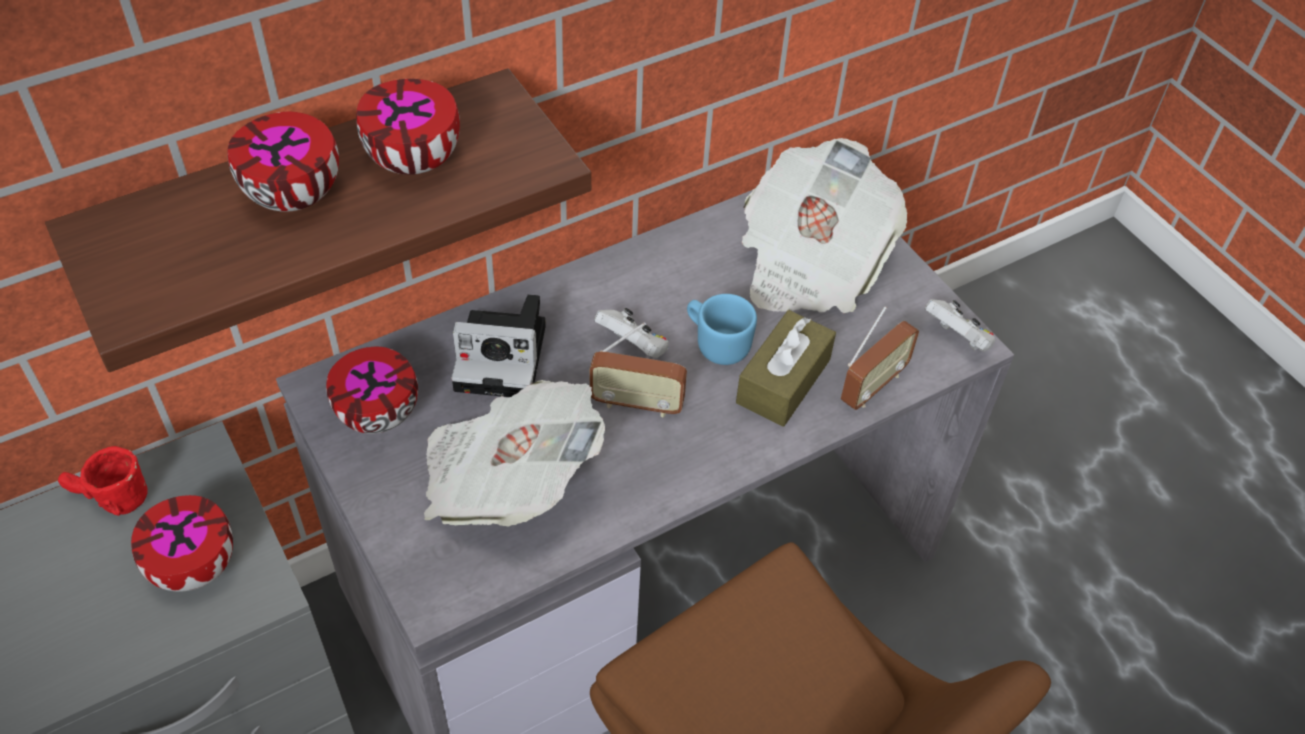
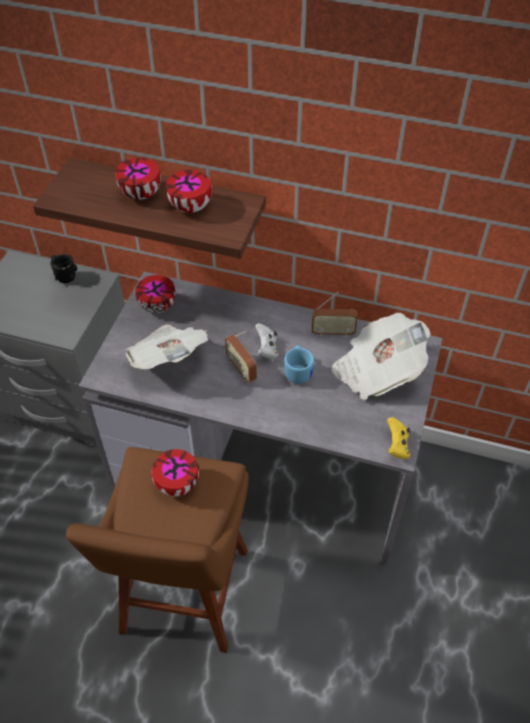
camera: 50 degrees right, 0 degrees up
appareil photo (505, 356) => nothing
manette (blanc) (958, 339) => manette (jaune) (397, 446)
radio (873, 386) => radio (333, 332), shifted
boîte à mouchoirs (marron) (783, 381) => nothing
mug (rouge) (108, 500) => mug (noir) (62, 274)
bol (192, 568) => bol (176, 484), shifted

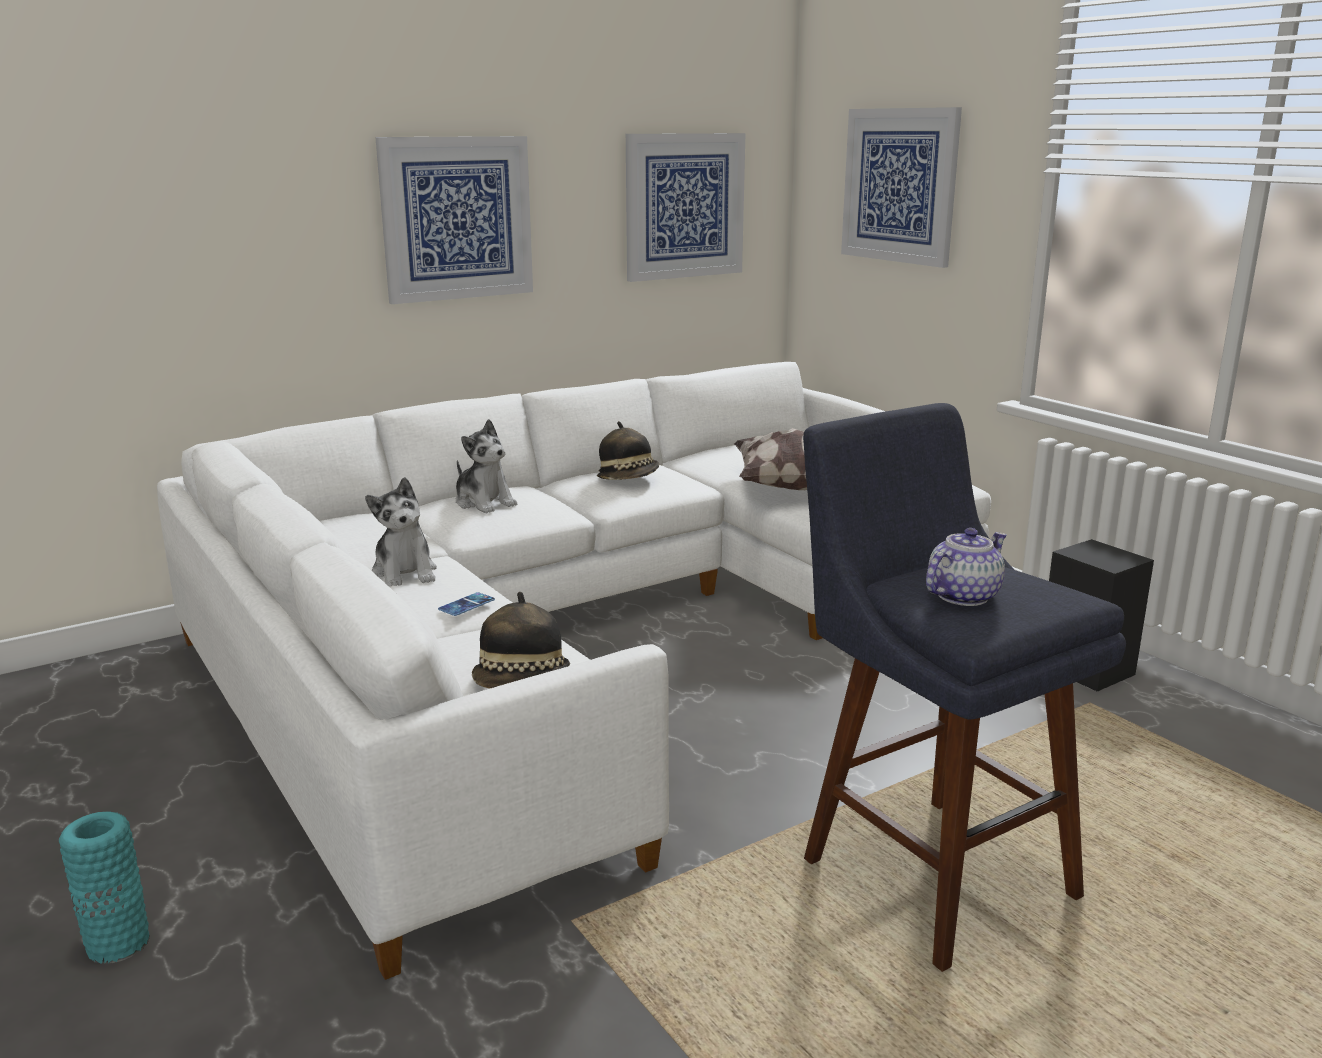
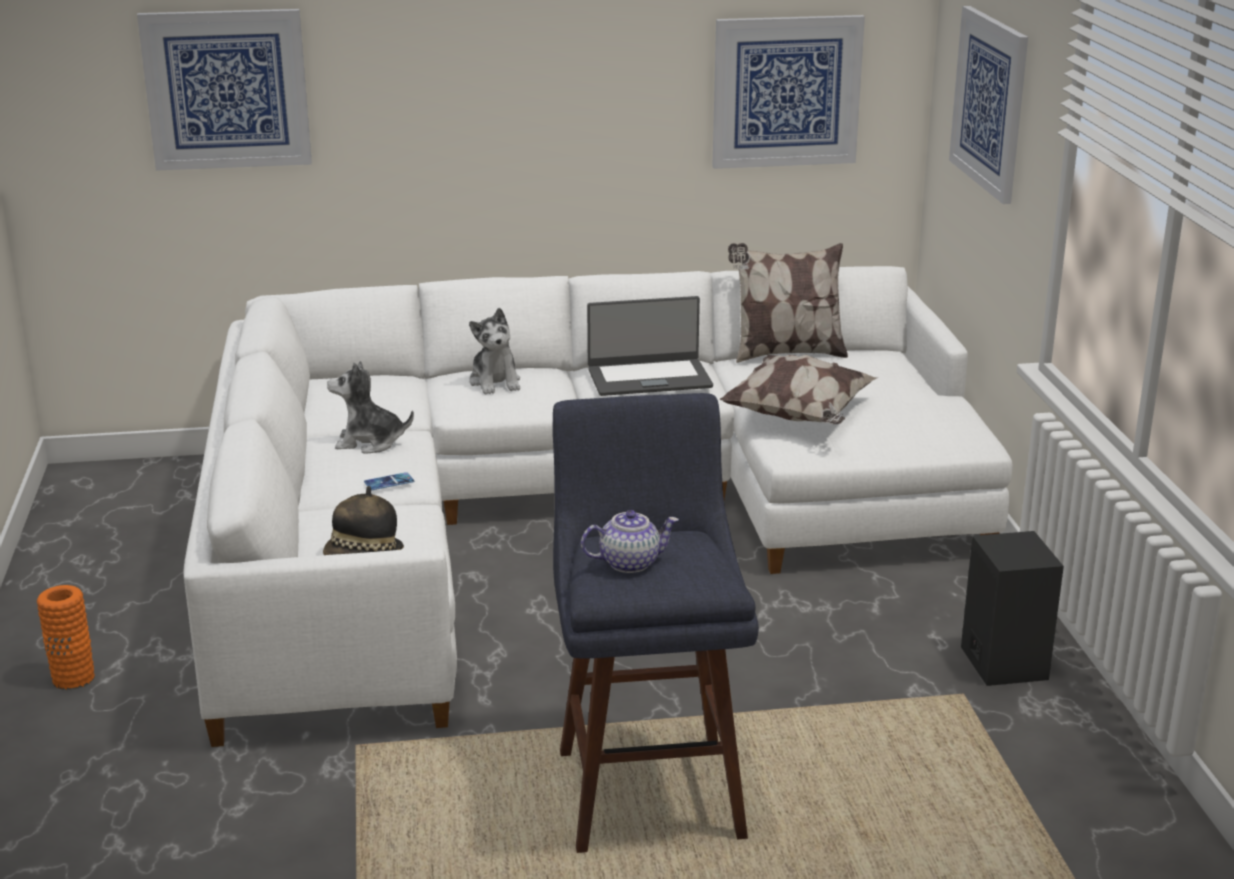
camera: 25 degrees right, 5 degrees up
tableau (457, 218) => tableau (227, 89), shifted
chapeau (629, 479) => ordinateur portable (649, 378)
peluche (405, 573) => peluche (369, 442), 90 degrees clockwise
vase (turquoise) (117, 943) => vase (orange) (73, 678)
nothing => coussin (786, 353)

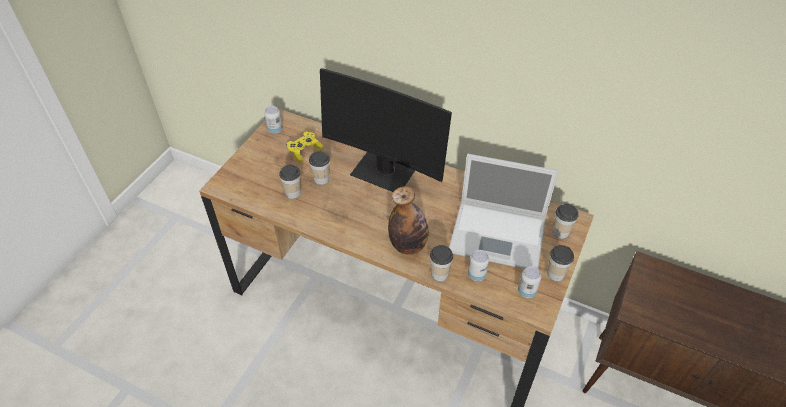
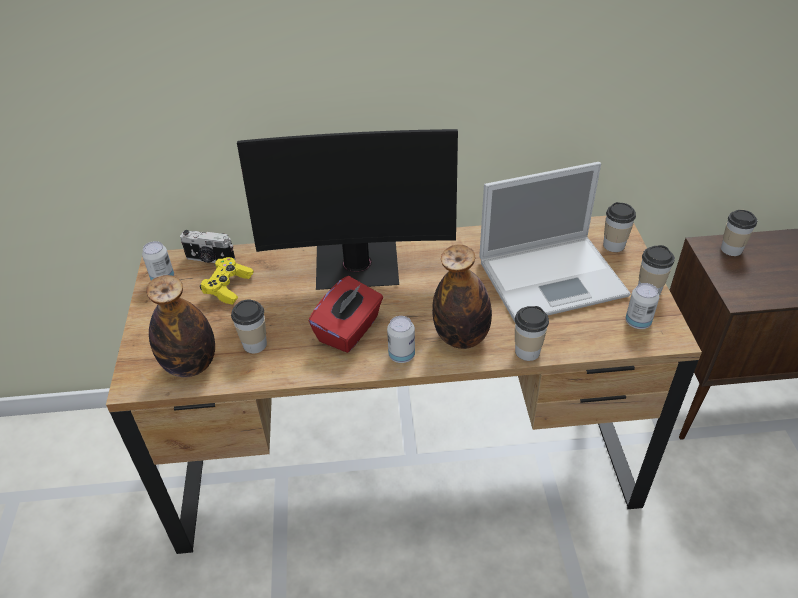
camera: 30 degrees left, 5 degrees down
tasse (321, 179) => tasse (731, 249), shifted
boîte métallique (476, 275) => boîte métallique (401, 355), shifted
nothing => appareil photo (210, 259)
nothing => bouteille (191, 365)
nothing => boîte à mouchoirs (rouge) (349, 330)

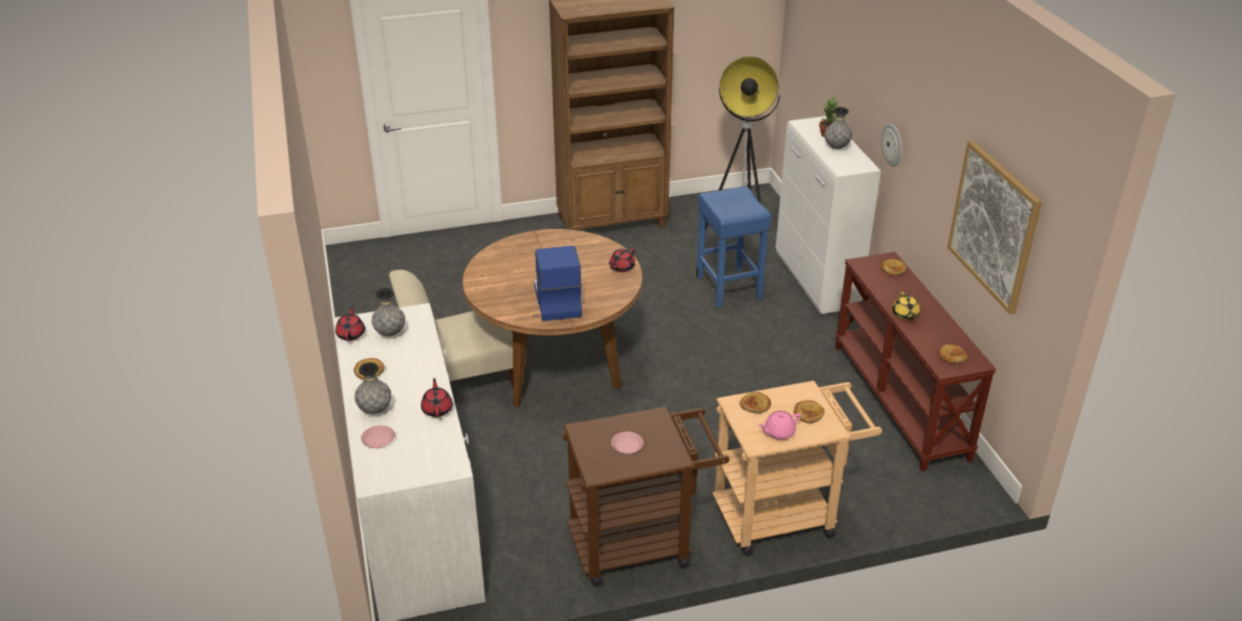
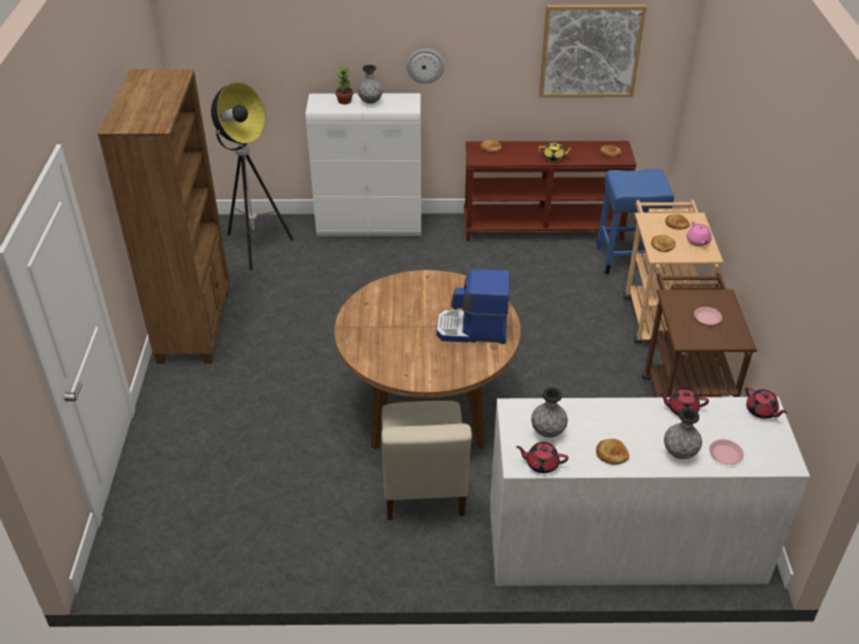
camera: 75 degrees left, 5 degrees up
tabouret (bleu) (729, 288) => tabouret (bleu) (627, 259), shifted
théière (rouge) (621, 267) => théière (rouge) (761, 411), shifted

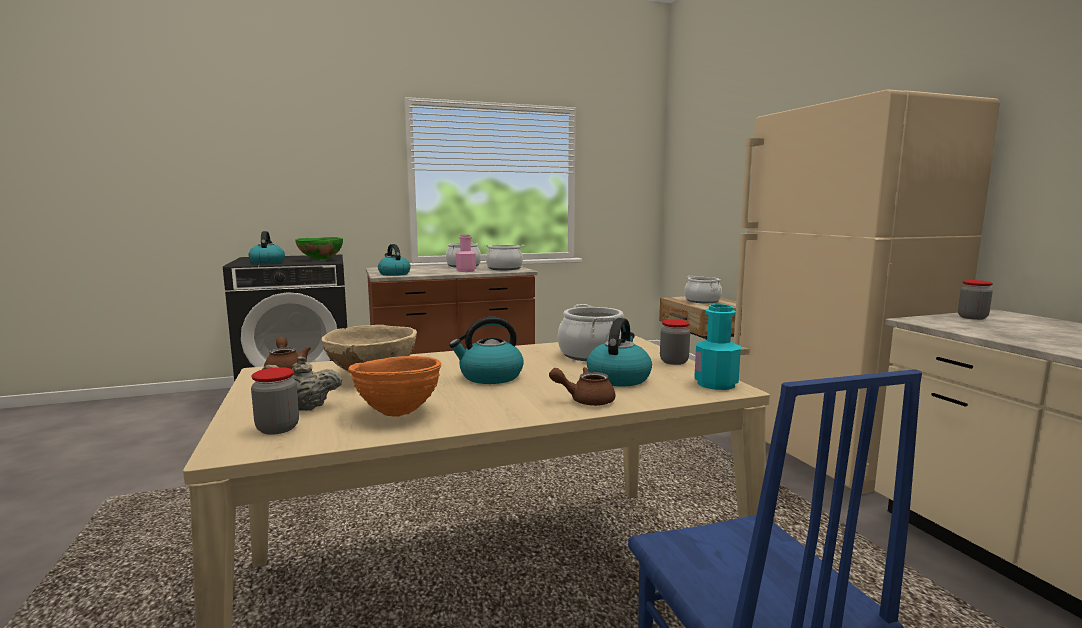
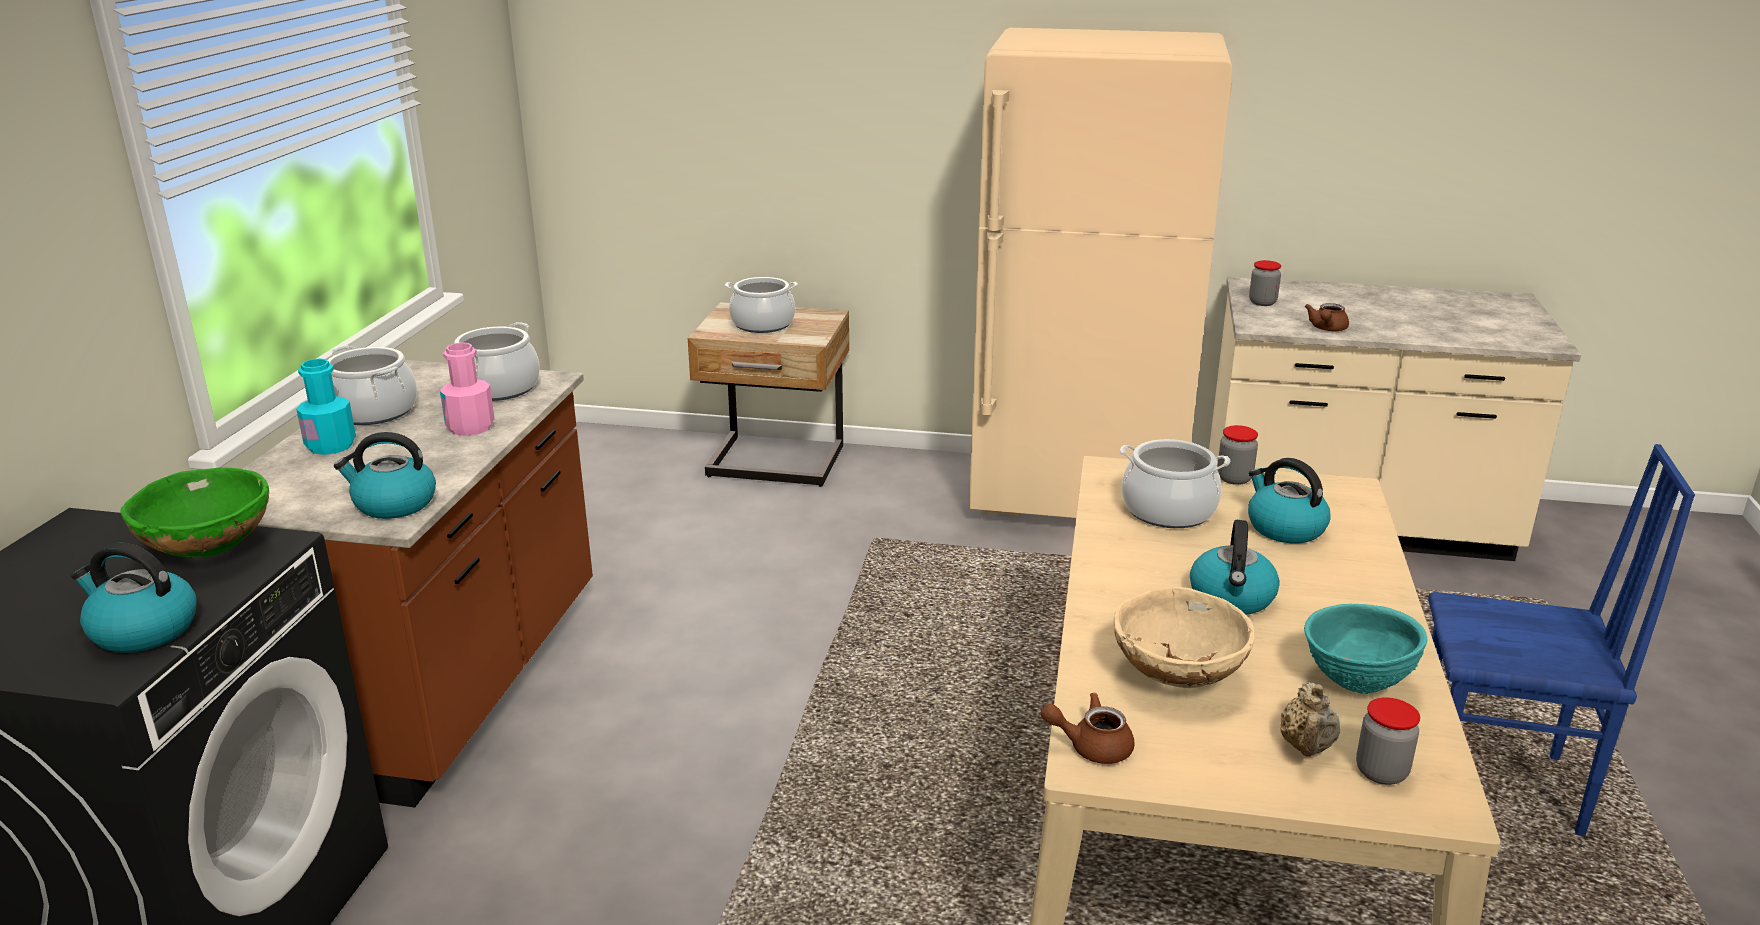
camera: 60 degrees left, 15 degrees up
bouteille (turquoise) (716, 384) => bouteille (turquoise) (331, 445), shifted
bol (orange) (398, 413) => bol (turquoise) (1355, 685)
théière (marron) (585, 400) => théière (marron) (1326, 329), shifted

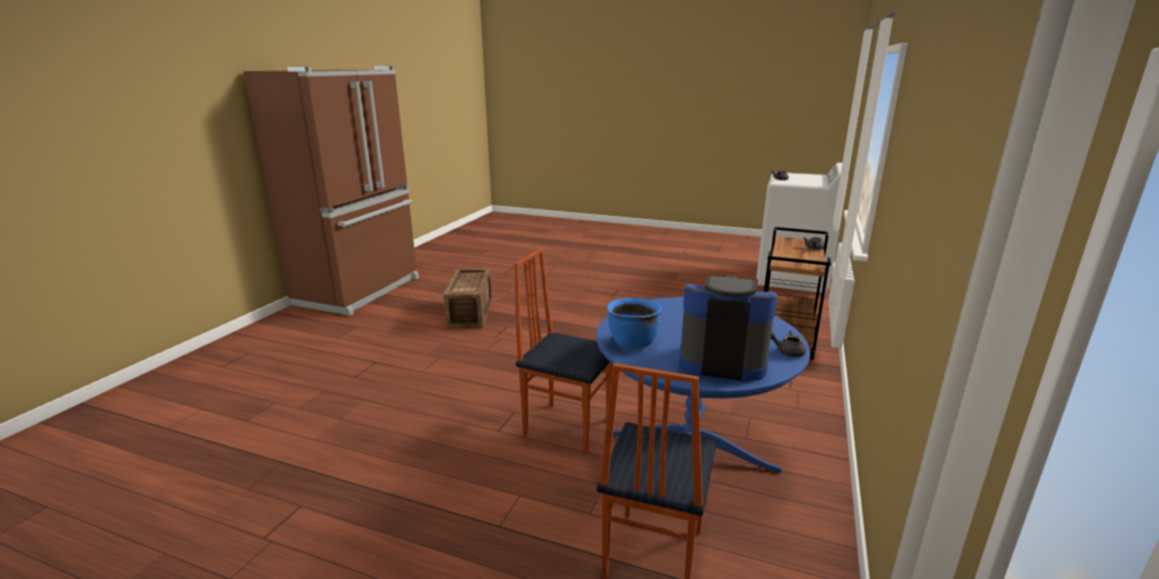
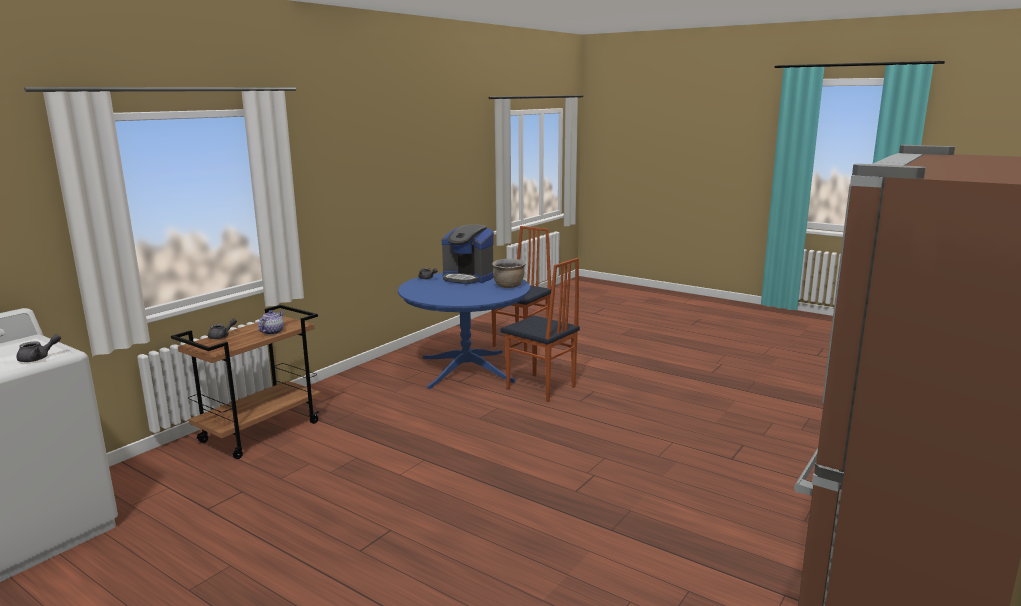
camera: 165 degrees left, 5 degrees down
caisse (471, 313) => nothing
marmite (bleu) (632, 343) => marmite (marron) (509, 286)
nothing => théière (272, 332)

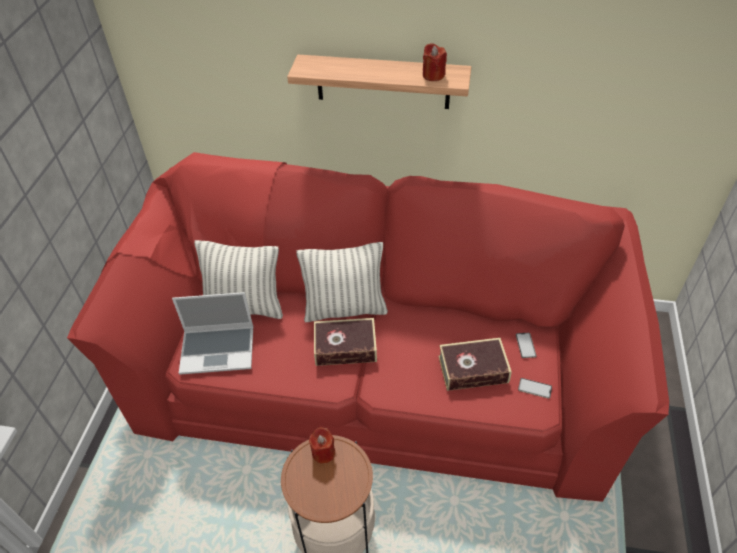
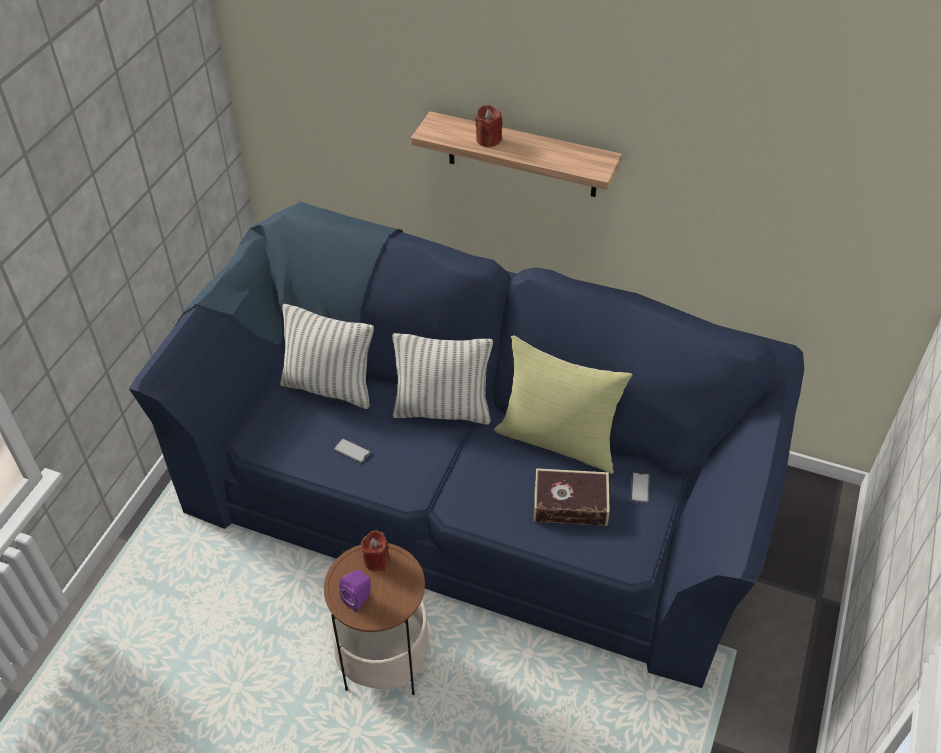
camera: 10 degrees right, 0 degrees up
bougie (rouge) (433, 75) => bougie (rouge) (488, 140), shifted
canapé (rouge) (373, 370) => canapé (bleu) (471, 490)
ordinateur portable (219, 349) => nothing
livre (345, 347) => nothing
téléphone (535, 388) => téléphone (352, 450), shifted
nothing => coussin (jaune) (558, 439)
nothing => enceinte (violet) (359, 598)

